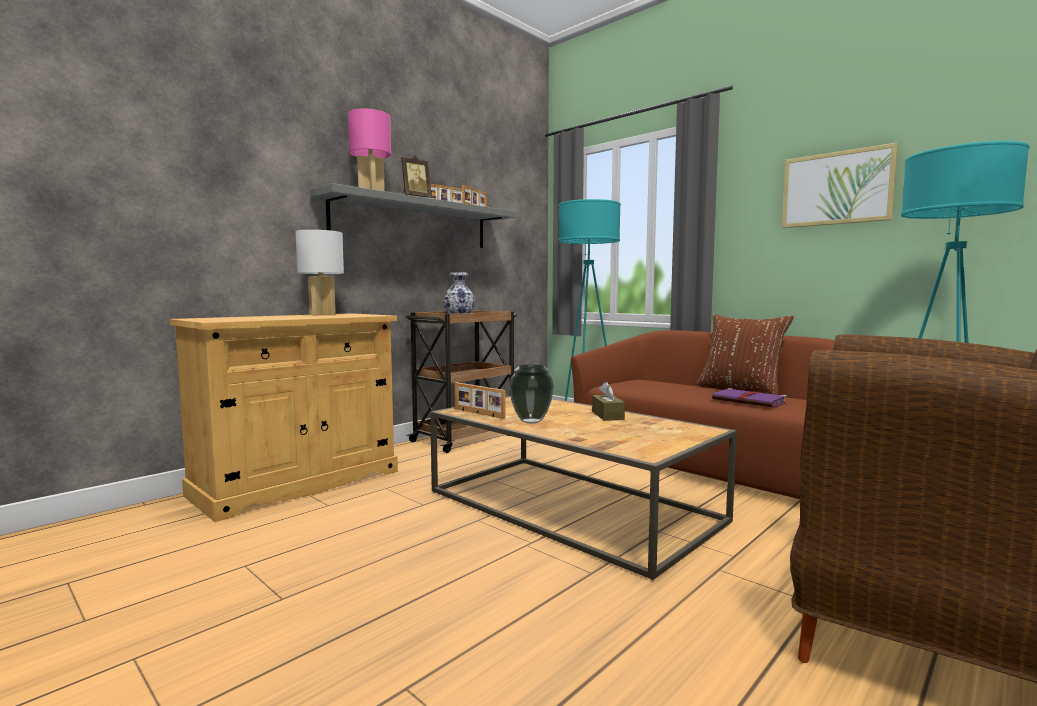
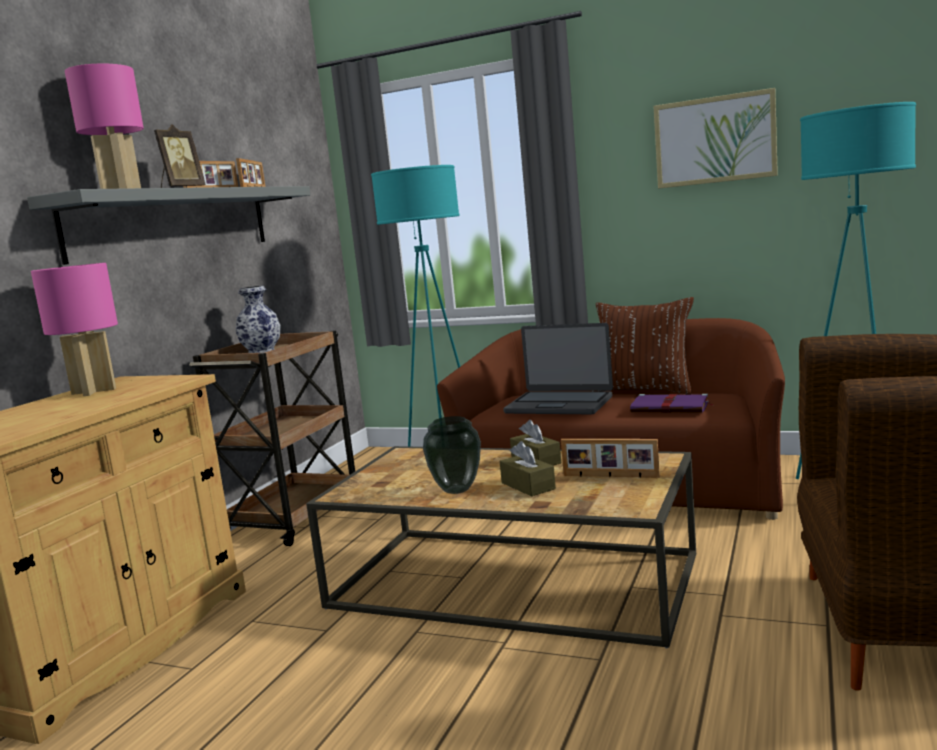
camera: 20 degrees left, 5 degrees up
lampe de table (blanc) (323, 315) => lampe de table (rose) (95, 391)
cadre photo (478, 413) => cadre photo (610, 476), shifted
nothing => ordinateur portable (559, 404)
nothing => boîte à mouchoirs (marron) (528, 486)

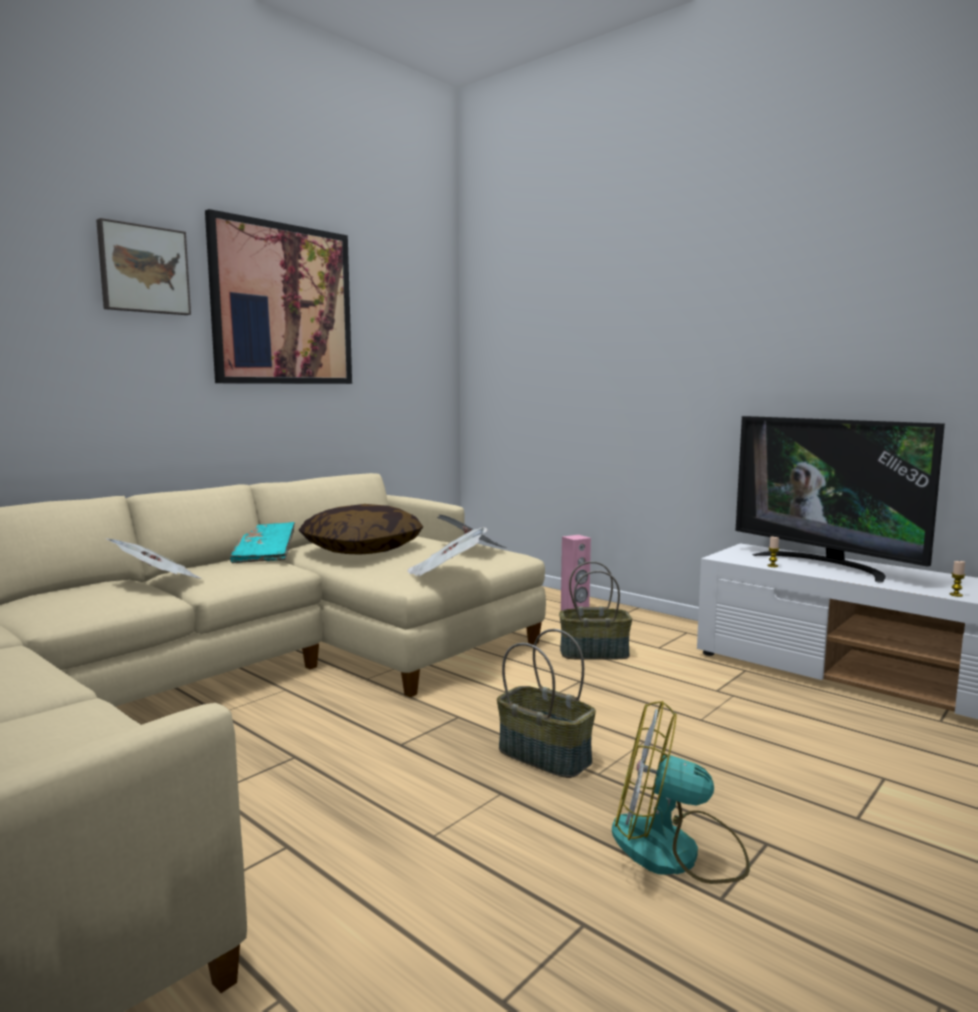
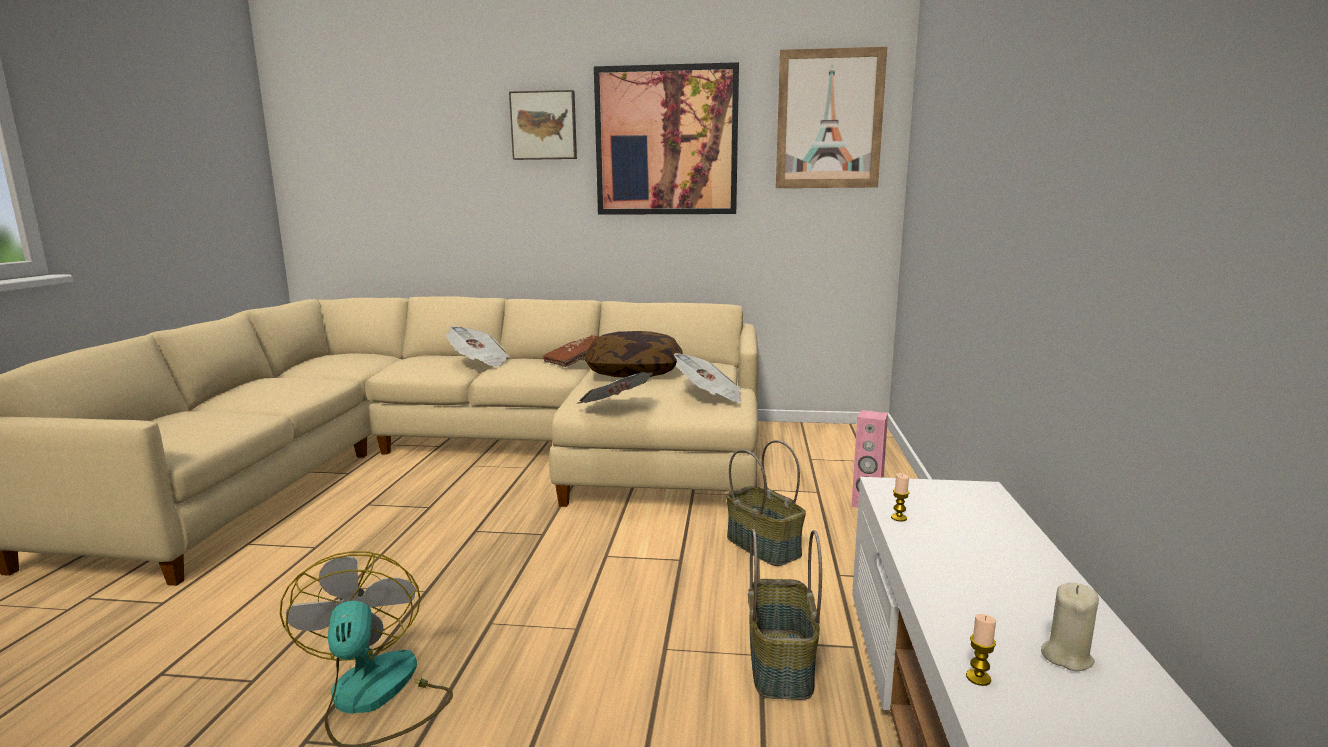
camera: 55 degrees right, 5 degrees up
téléviseur (826, 565) => nothing
livre (turquoise) (265, 555) => livre (marron) (577, 361)
panier (546, 756) => panier (782, 664), shifted
nothing => tableau (829, 120)
nothing => bougie (beige) (1066, 656)

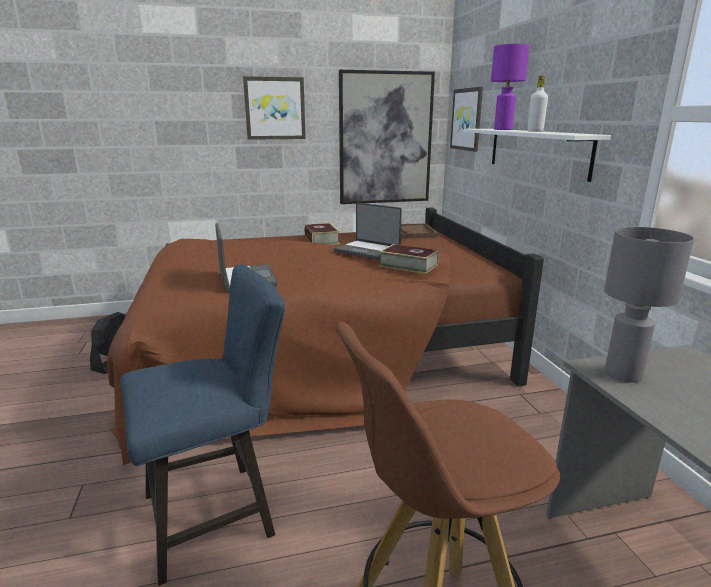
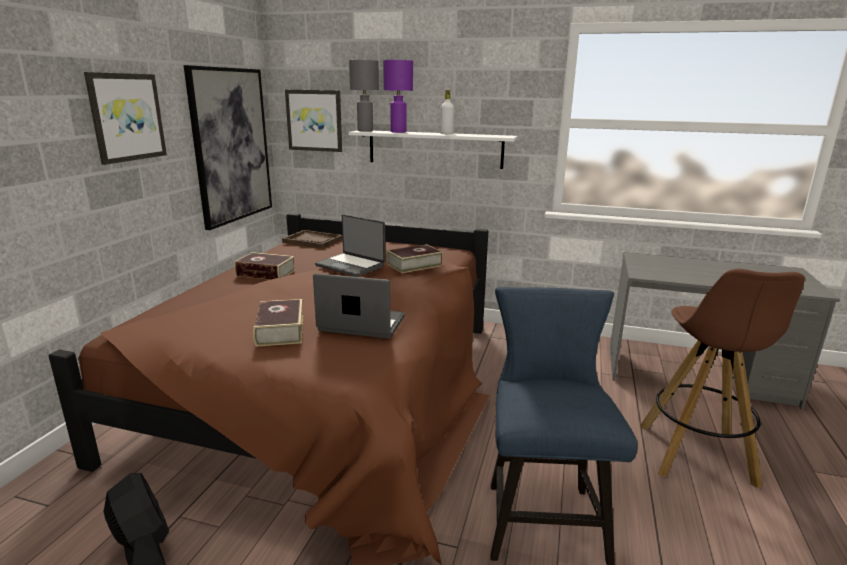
camera: 60 degrees left, 0 degrees up
ordinateur portable (368, 251) => ordinateur portable (351, 265), 60 degrees clockwise
lampe de table (gris) (624, 374) => lampe de table (gris) (365, 131), shifted
nothing => livre (280, 330)

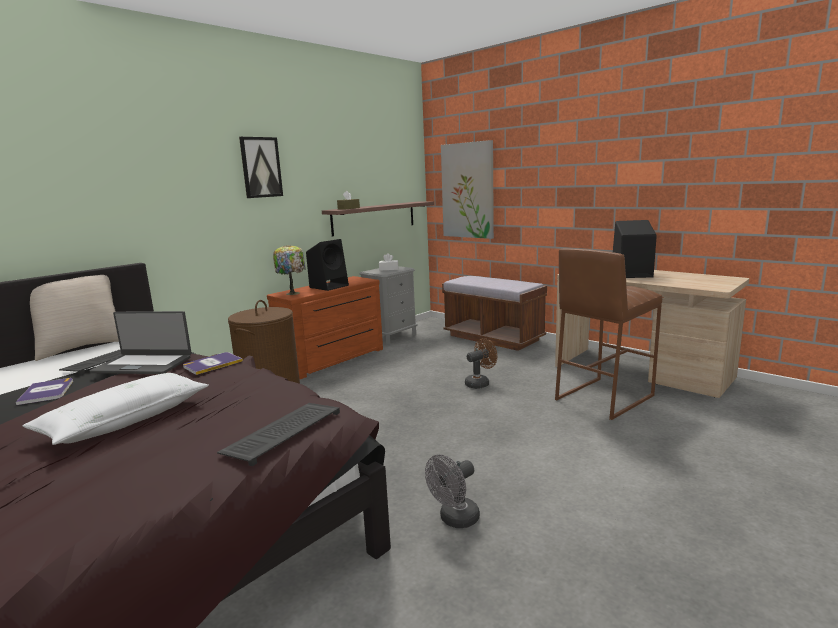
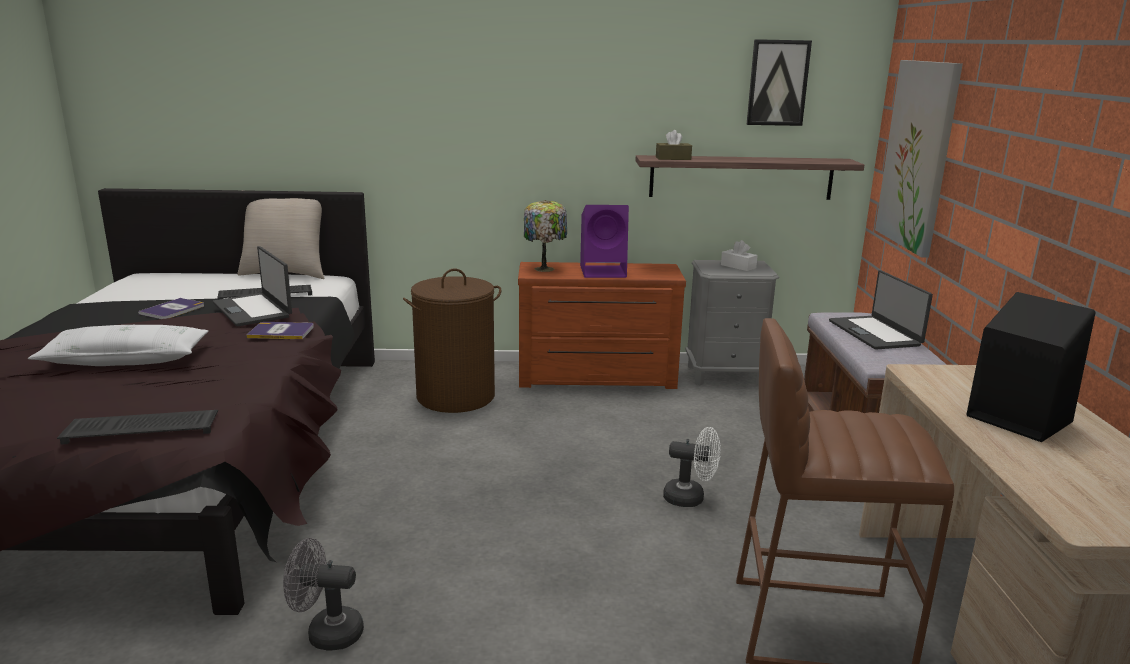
camera: 45 degrees right, 5 degrees up
tableau (261, 167) => tableau (777, 83), shifted
enceinte (noir) (329, 286) => enceinte (violet) (604, 271)
ventilateur (marron) (480, 383) => ventilateur (blanc) (690, 498)
nothing => ordinateur portable (875, 333)

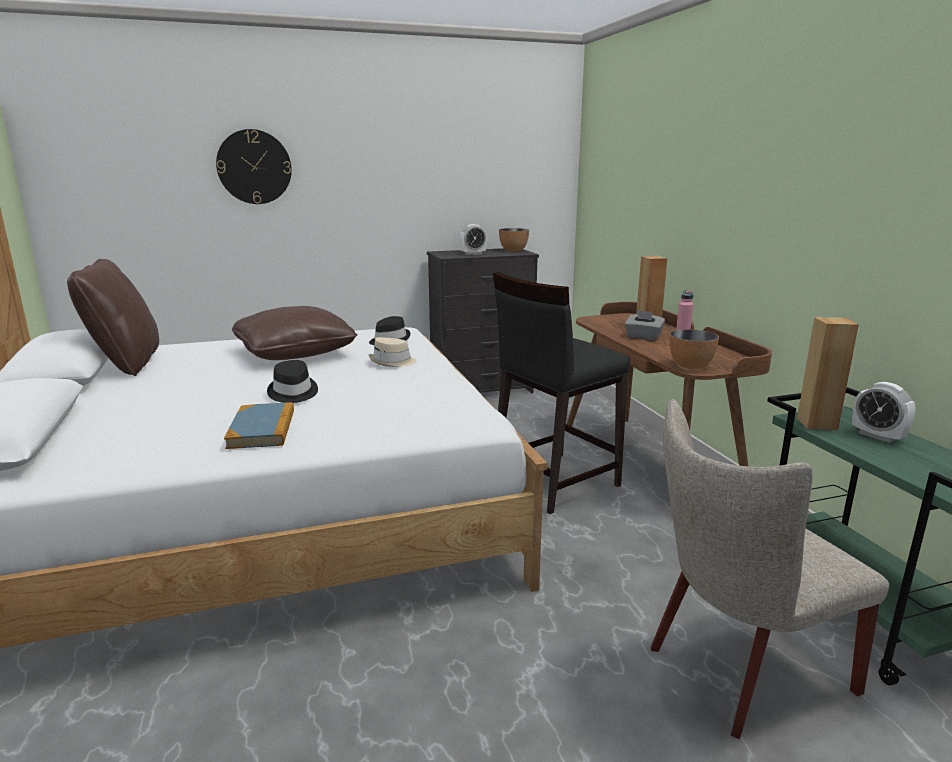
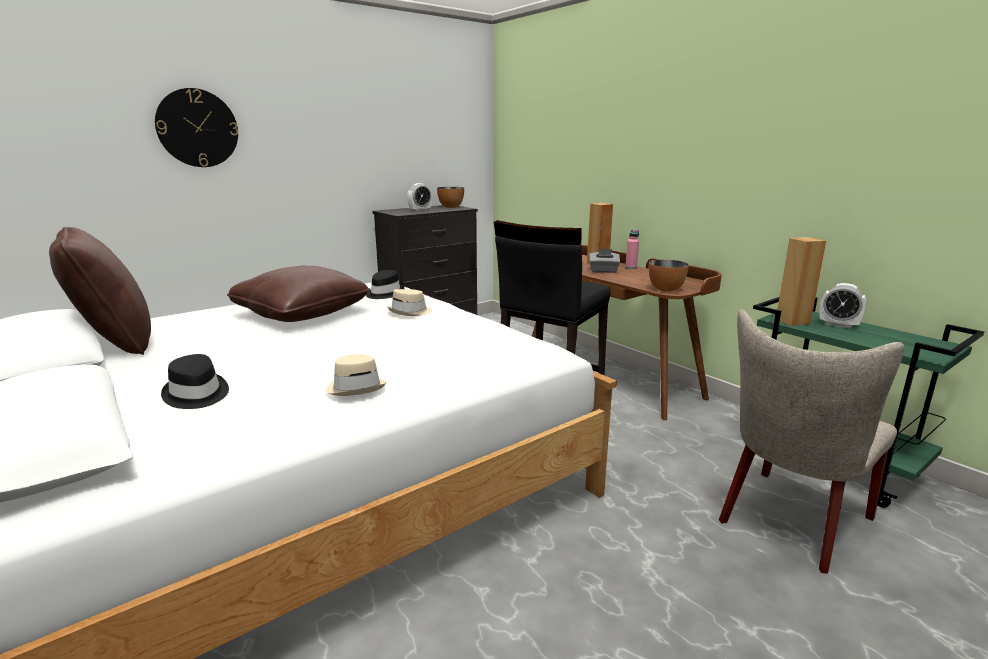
camera: 20 degrees left, 0 degrees up
chapeau (noir) (292, 393) => chapeau (noir) (196, 394), shifted
livre (262, 429) => chapeau (beige) (356, 387)

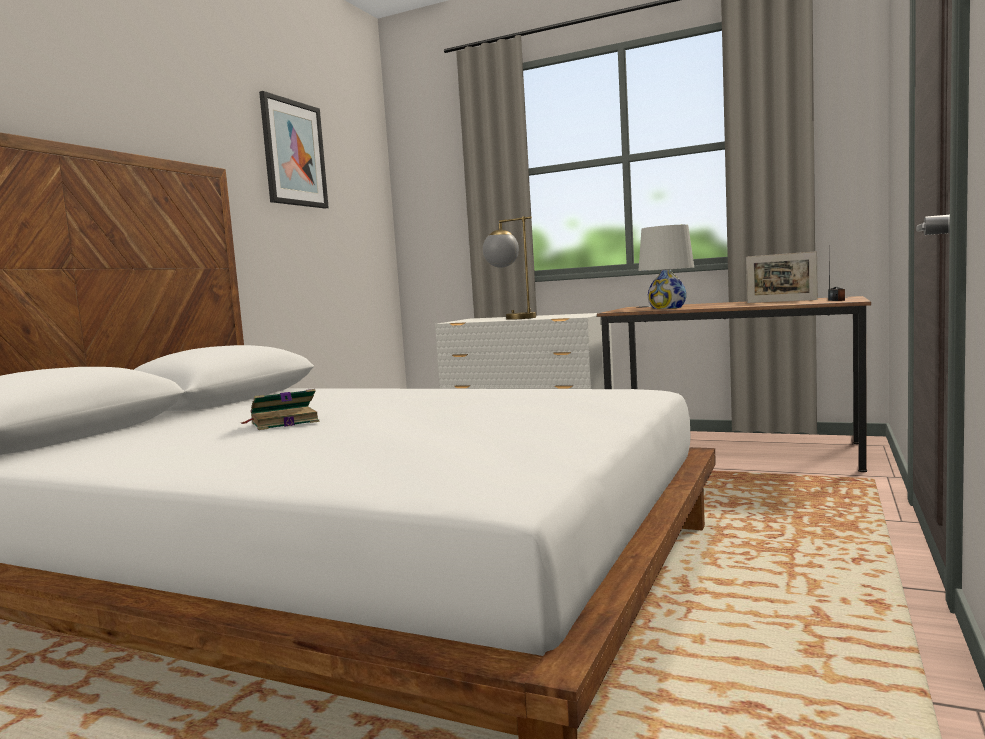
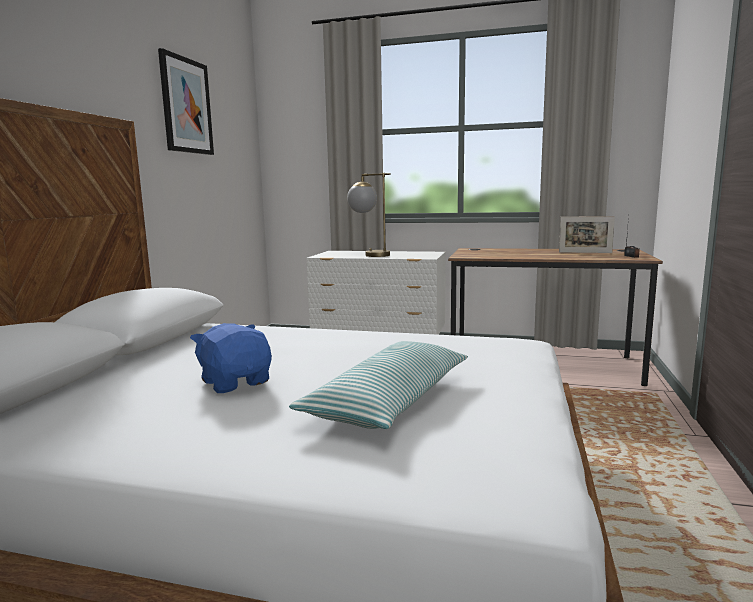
camera: 10 degrees left, 5 degrees up
lampe de table (blanc) (667, 308) => nothing
livre (283, 422) => peluche (bleu) (236, 382)
nothing => coussin (389, 401)

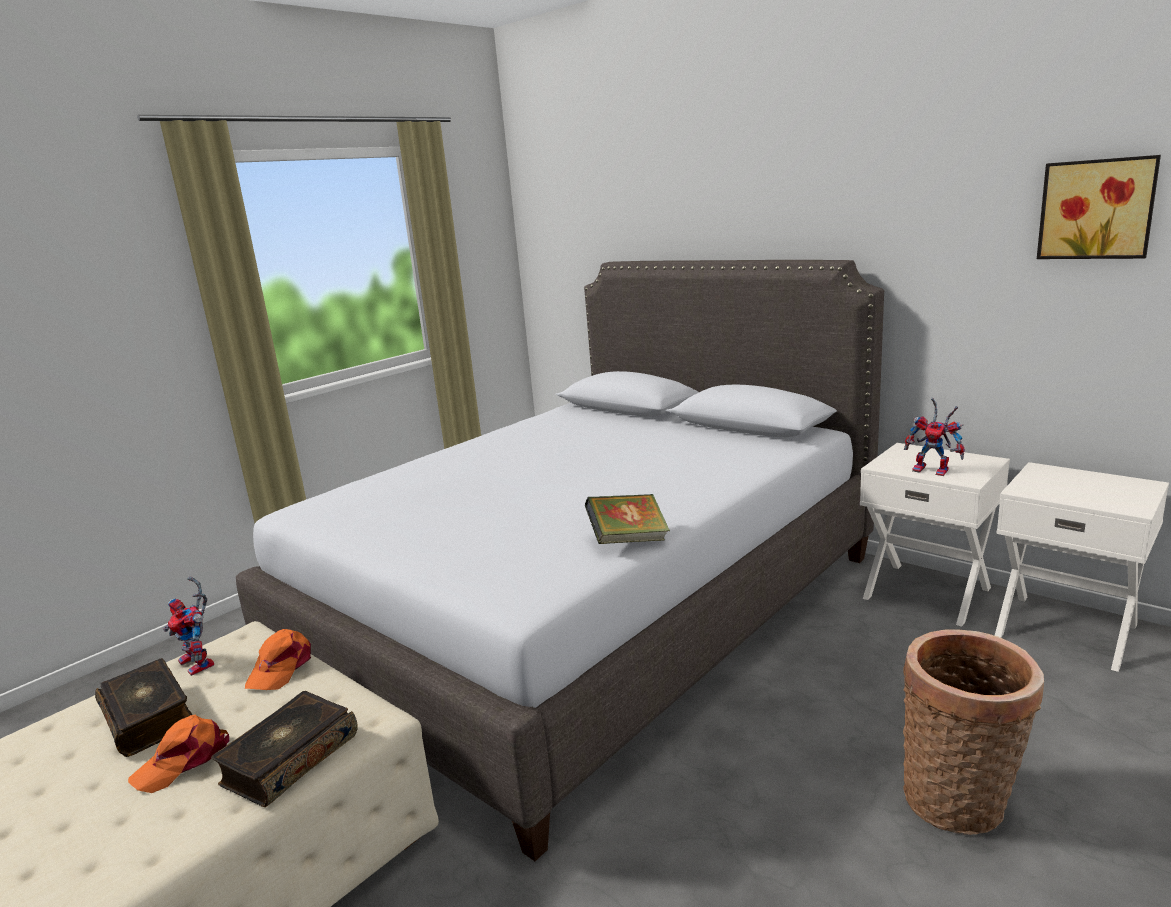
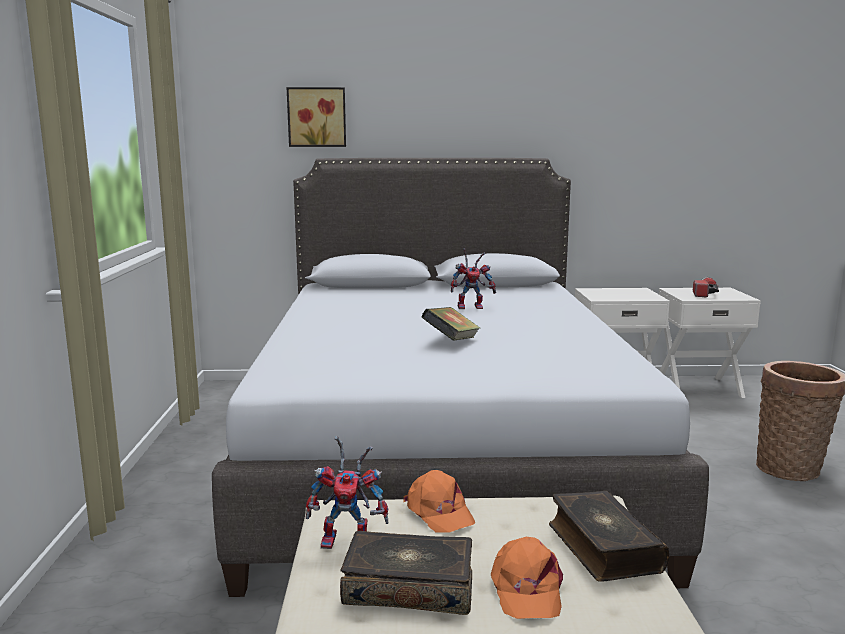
camera: 45 degrees left, 5 degrees down
tableau (1096, 209) => tableau (317, 117), shifted
robot jouet (934, 470) => robot jouet (472, 307), shifted
livre (628, 540) => livre (451, 342), shifted
nothing => lampe de poche (705, 294)

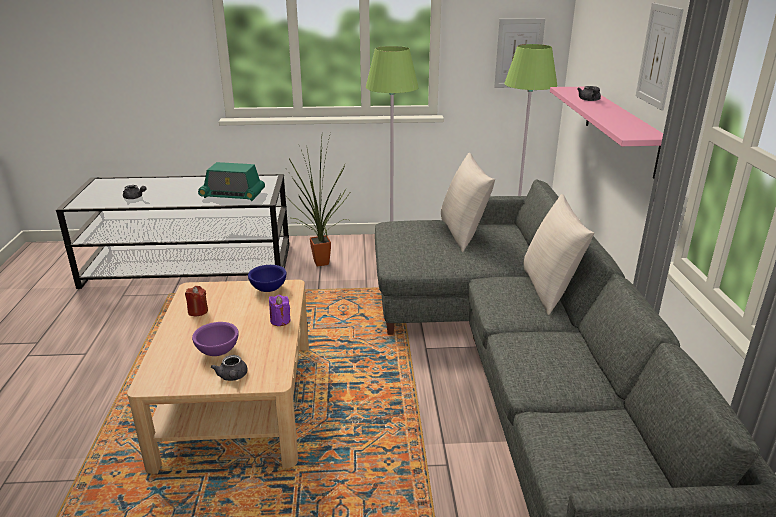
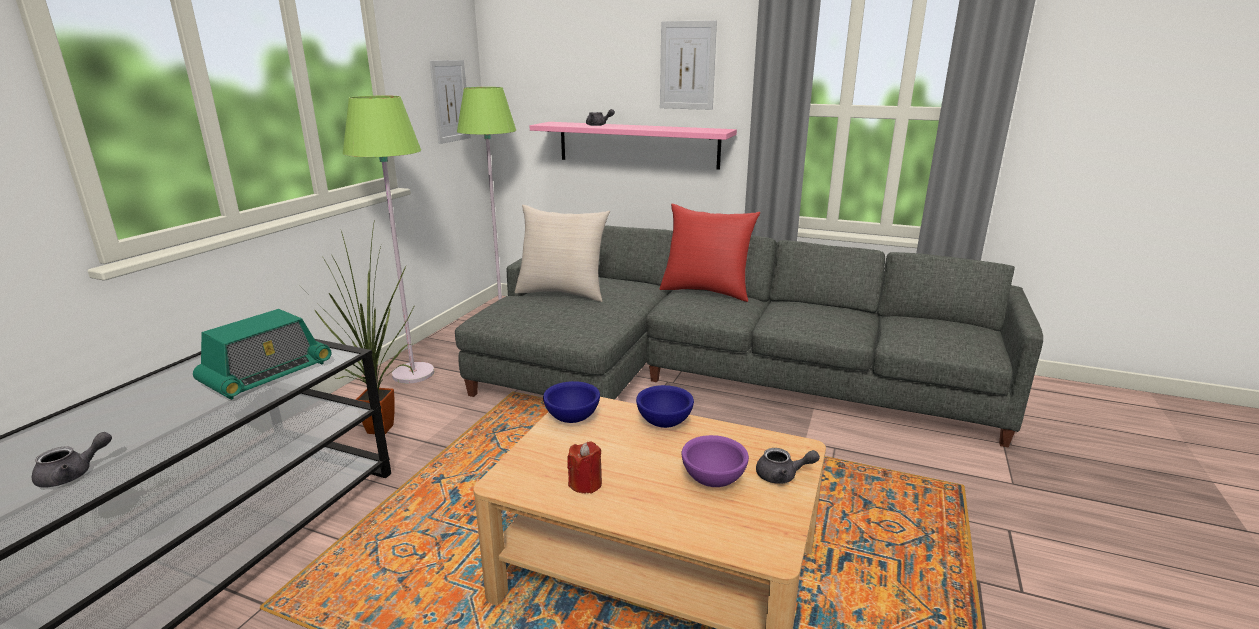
camera: 65 degrees left, 5 degrees down
coussin (beige) (550, 290) => coussin (rouge) (706, 291)
bougie (violet) (280, 320) => bol (bleu) (665, 423)

